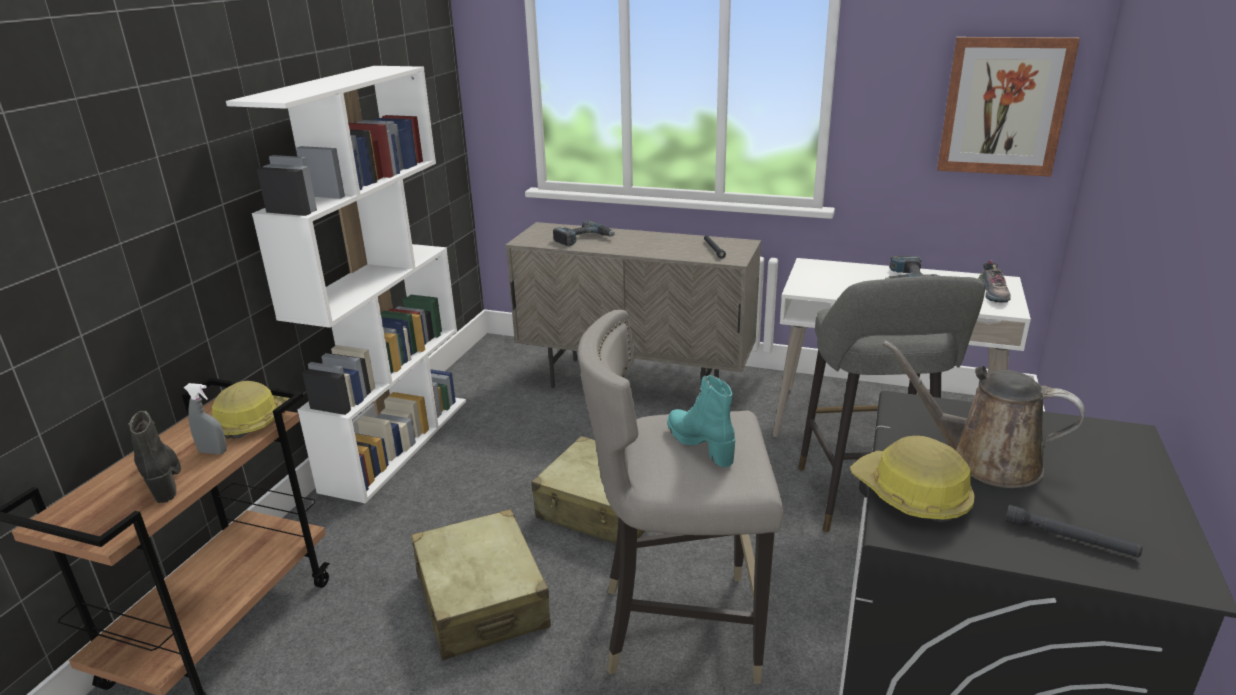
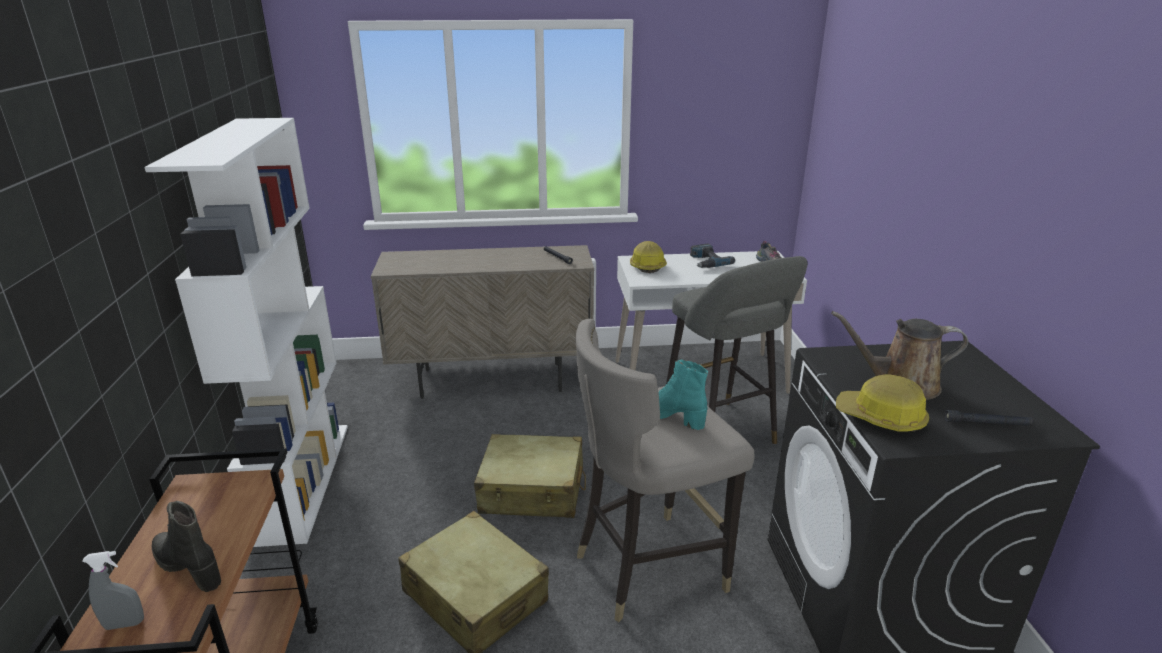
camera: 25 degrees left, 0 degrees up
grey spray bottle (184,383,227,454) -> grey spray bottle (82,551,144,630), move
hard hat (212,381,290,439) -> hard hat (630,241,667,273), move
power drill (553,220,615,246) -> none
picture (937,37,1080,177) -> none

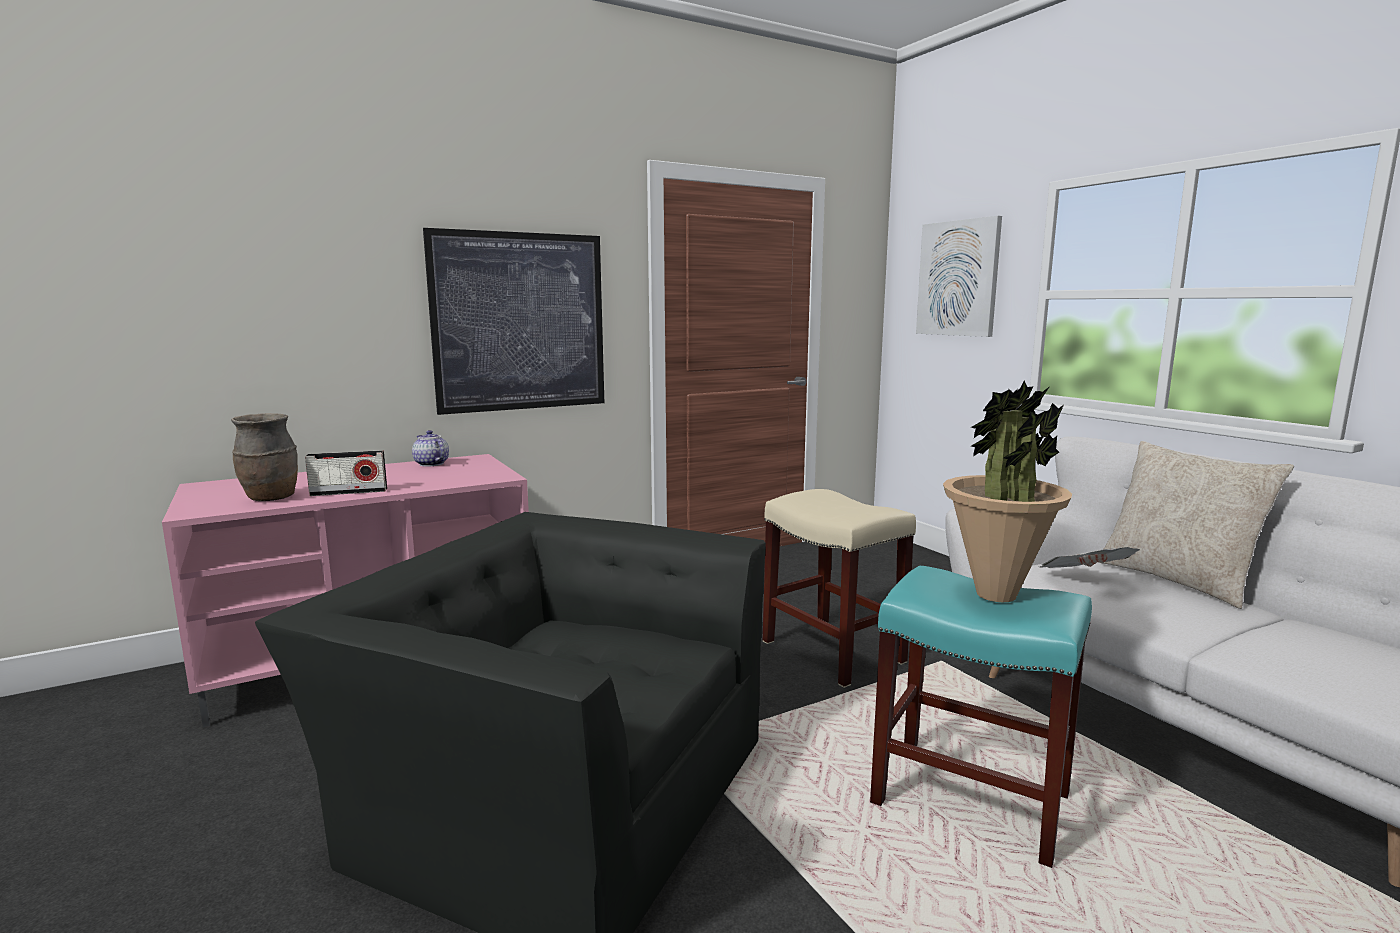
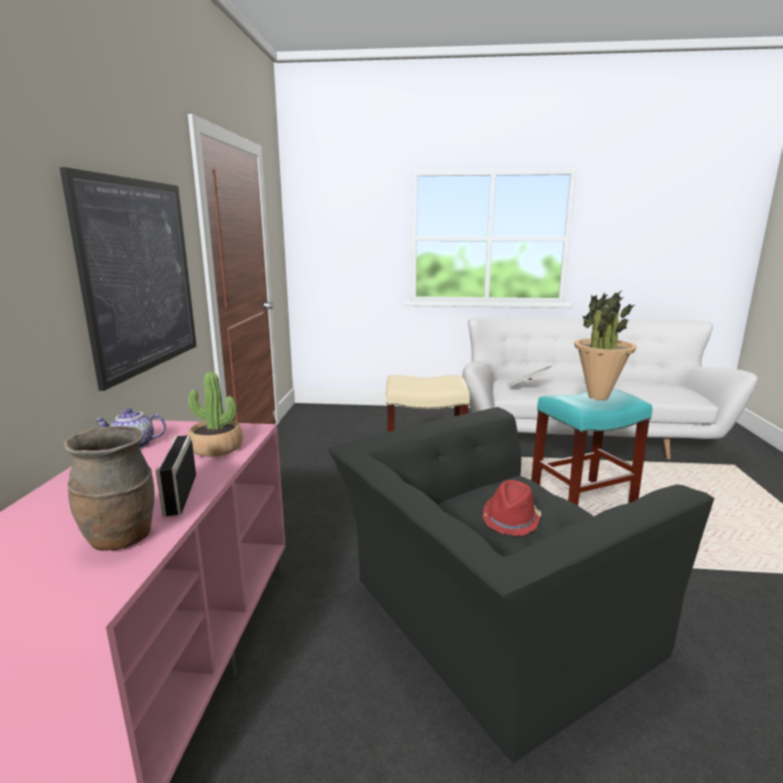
camera: 55 degrees left, 5 degrees up
radio (305,450,387,496) -> radio (156,435,196,516), 150 degrees clockwise
picture (916,216,1002,337) -> none
beige pillow (1099,441,1294,609) -> none
none -> potted plant (188,372,243,457)
none -> red hat (482,480,542,536)

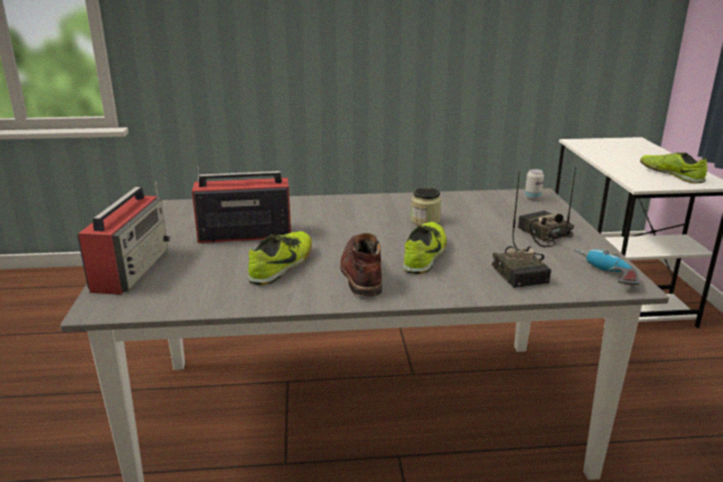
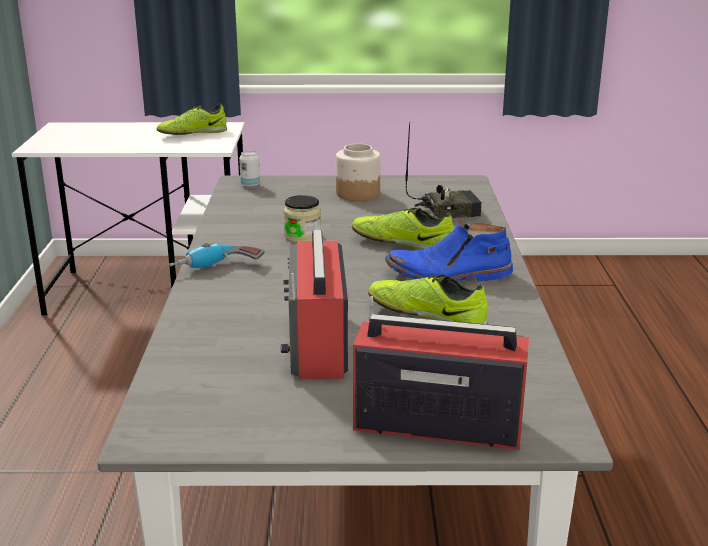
camera: 85 degrees left, 0 degrees up
brown boot (340,233,382,296) -> blue boot (385,221,513,281)
radio (518,167,576,247) -> jar (336,144,381,201)
power drill (573,249,640,285) -> power drill (169,242,265,268), move

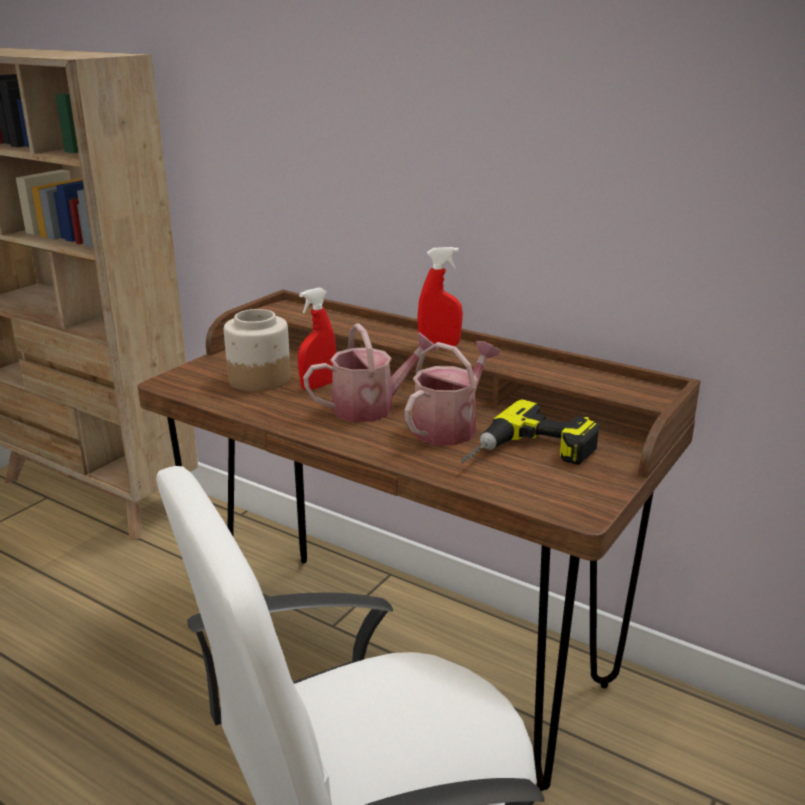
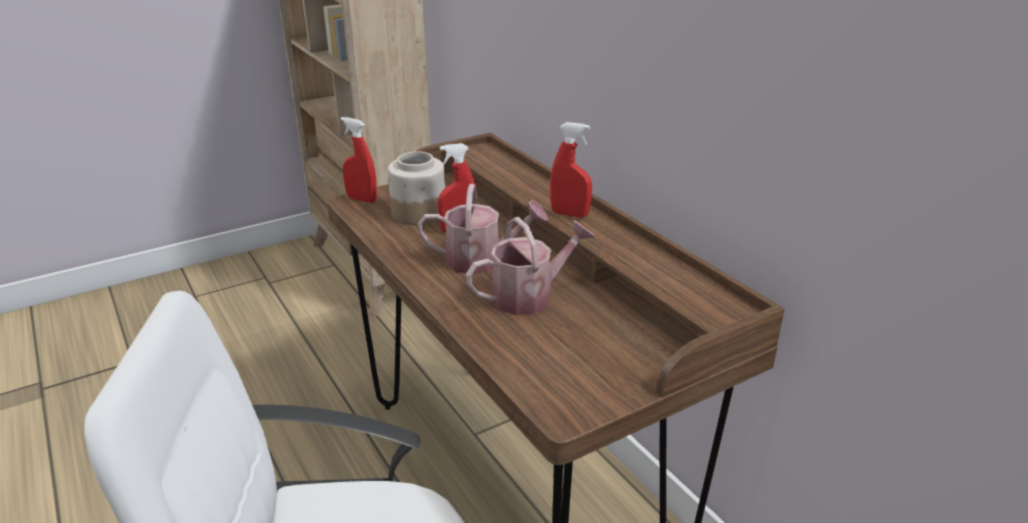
camera: 25 degrees right, 5 degrees up
power drill (460,399,599,465) -> none
none -> red spray bottle (341,117,377,203)

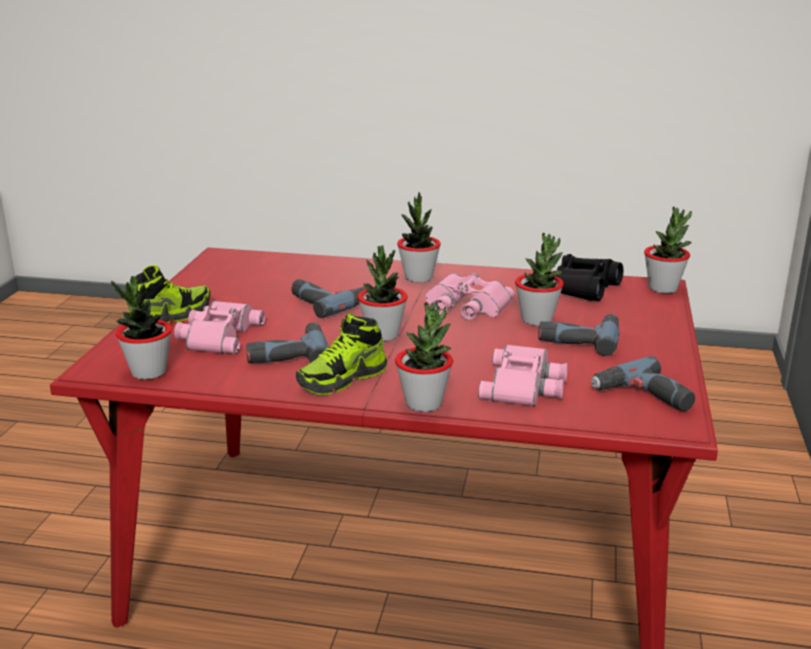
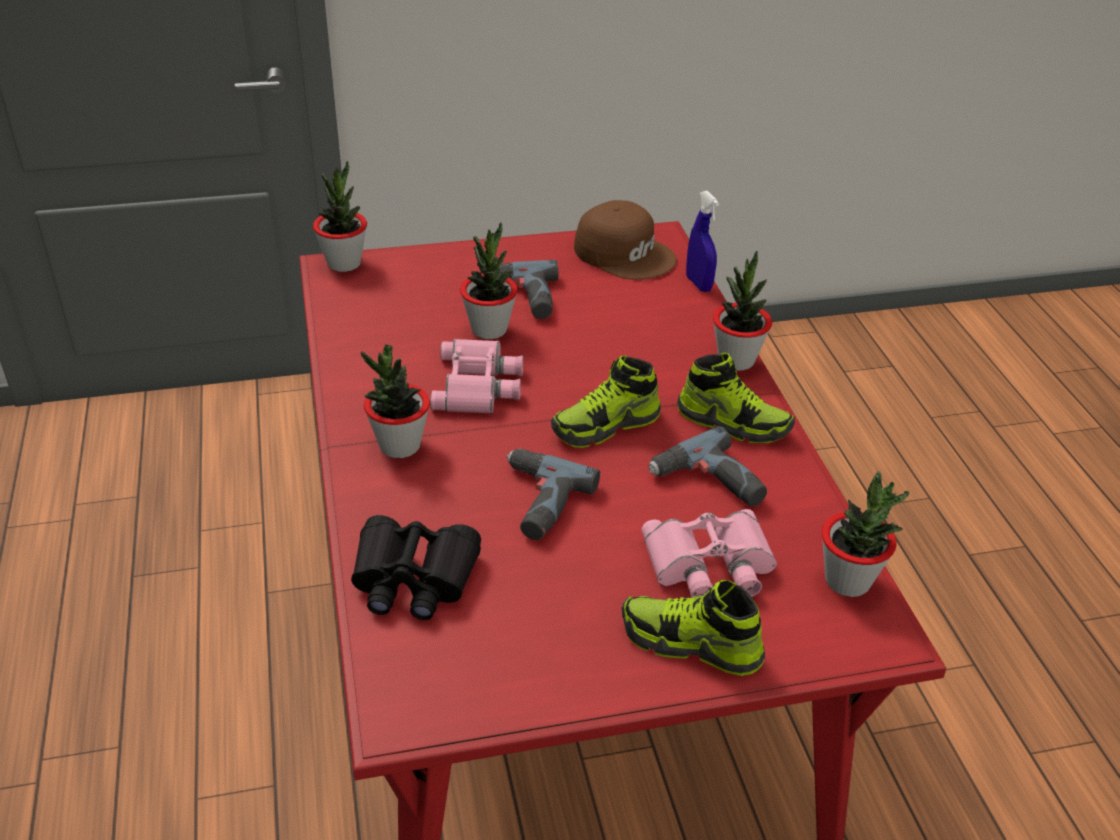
camera: 115 degrees left, 15 degrees up
potted plant (358,245,408,341) -> shoe (551,355,661,448)
pink binoculars (478,344,568,407) -> none
black binoculars (557,254,623,301) -> black binoculars (351,515,481,620), move
power drill (591,356,695,411) -> brown cap (574,200,677,280)
none -> blue spray bottle (686,191,719,292)

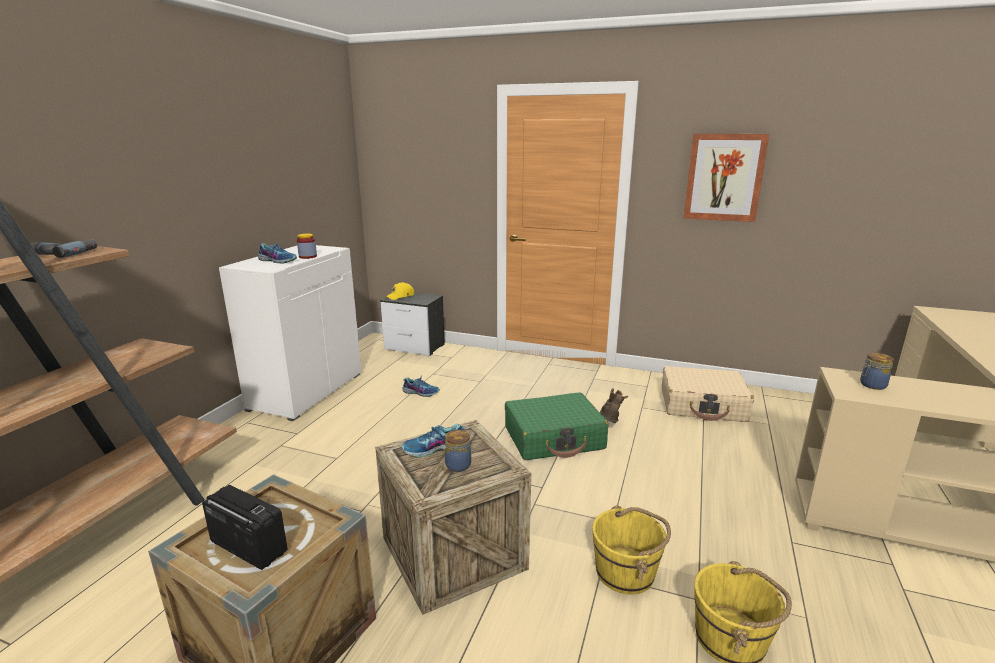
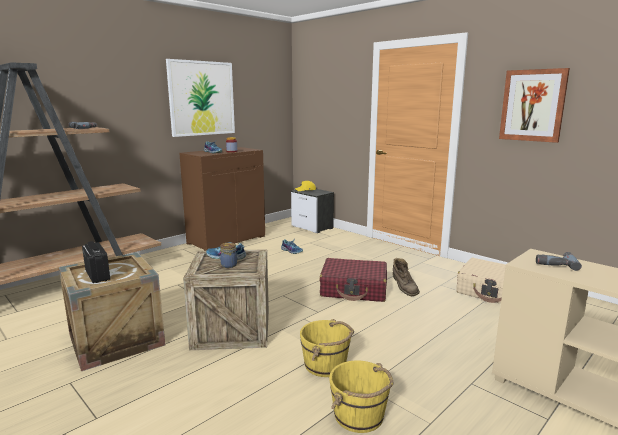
camera: 25 degrees right, 5 degrees down
white cabinet (219,245,361,421) -> brown cabinet (179,147,265,251)
green suitcase (505,392,608,460) -> red suitcase (319,258,387,302)
brown boot (600,388,628,423) -> brown boot (393,258,420,296), 120 degrees clockwise
jar (860,353,894,390) -> power drill (536,252,582,271)
none -> picture (166,59,235,137)

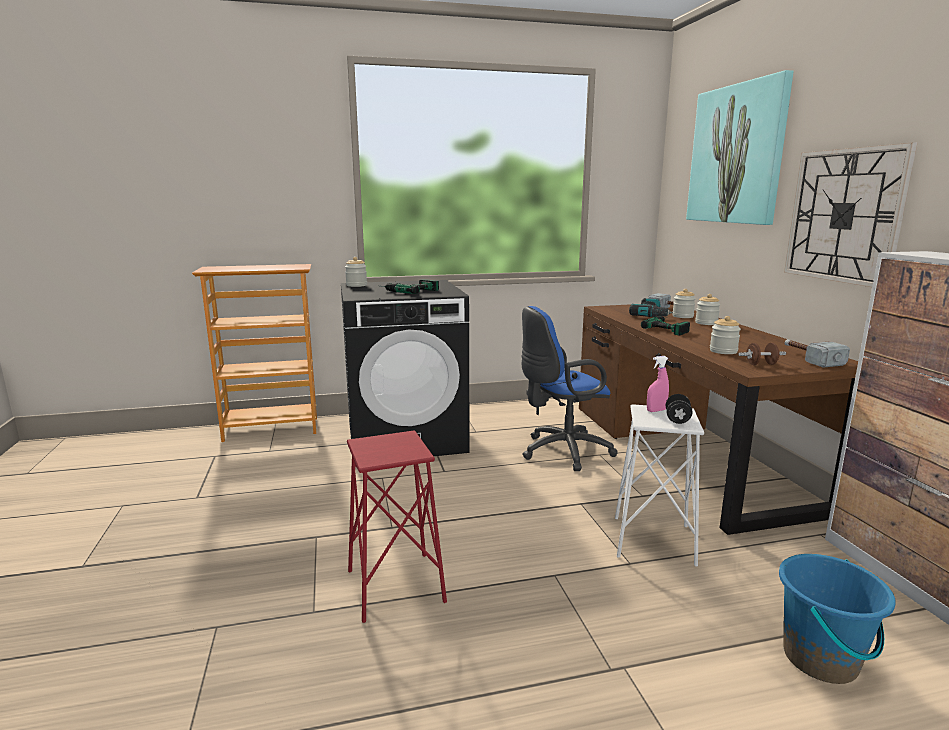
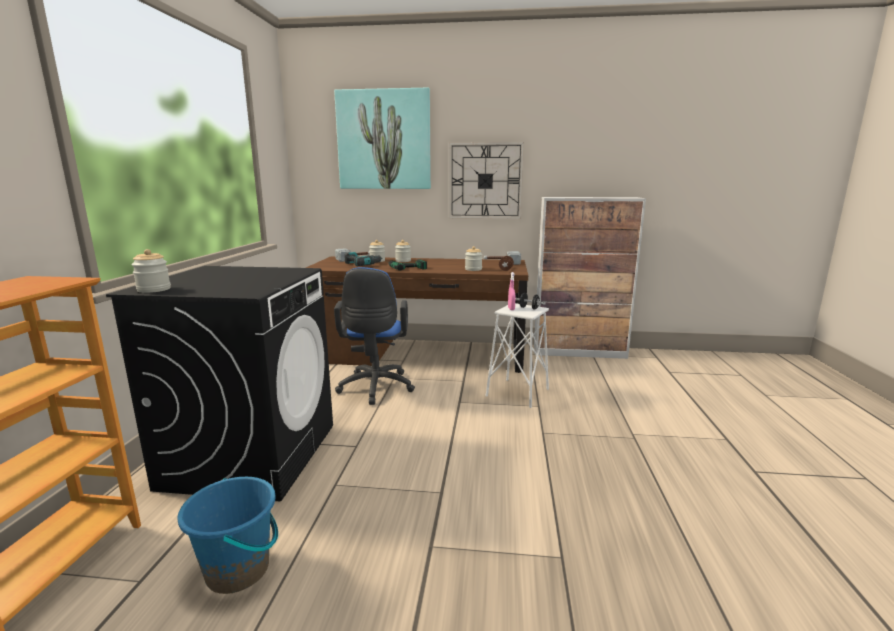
camera: 70 degrees left, 0 degrees up
red stool (347,430,447,623) -> none
power drill (382,279,439,294) -> none
blue bucket (779,554,896,684) -> blue bucket (177,477,278,594), move

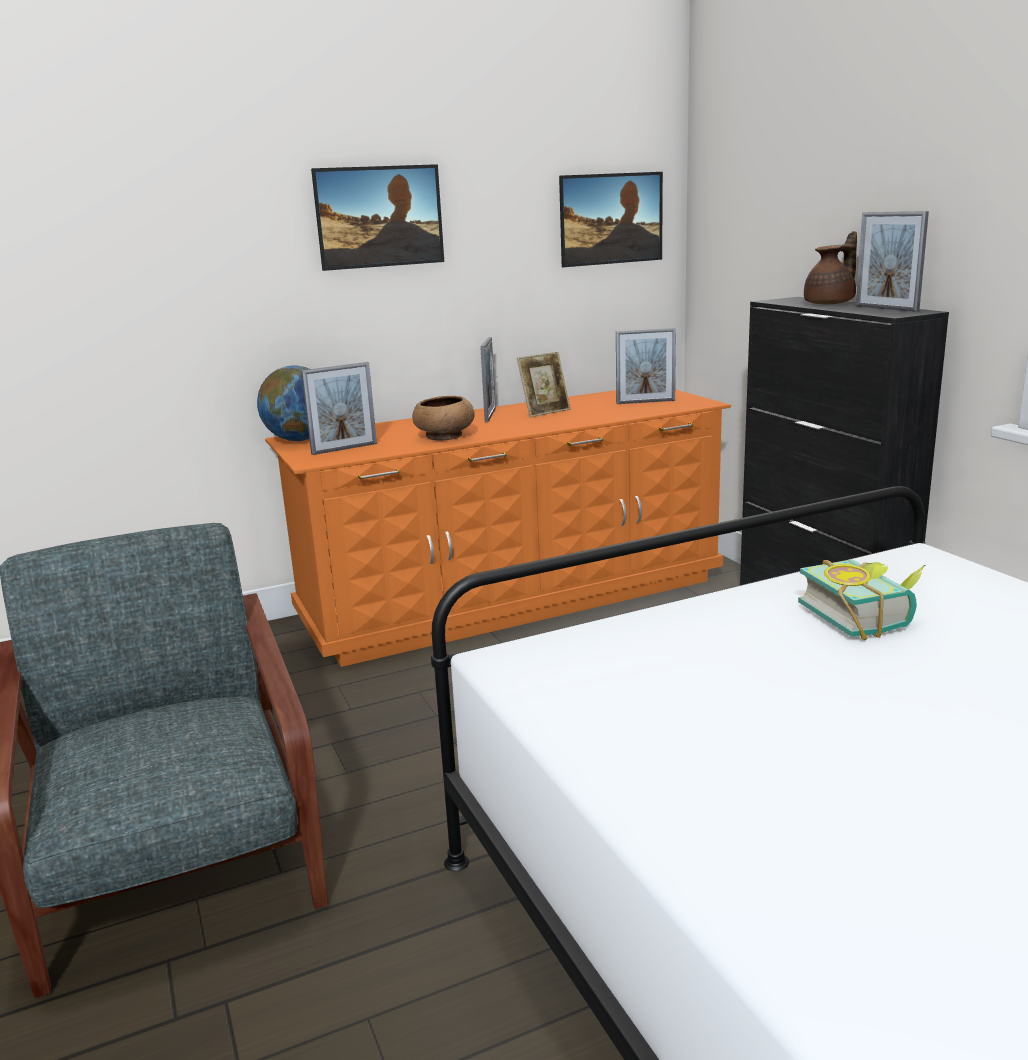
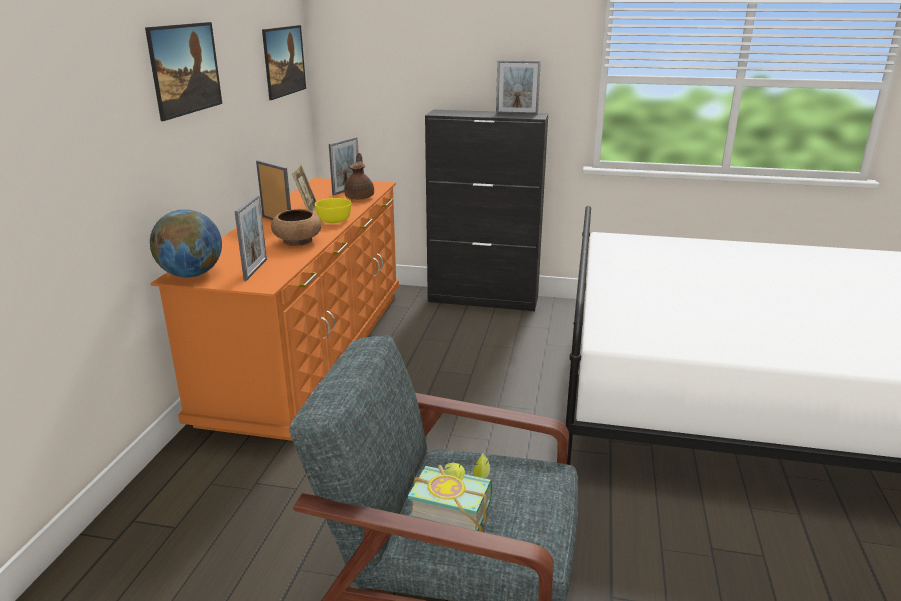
camera: 55 degrees left, 5 degrees up
book (798,559,925,640) -> book (408,453,492,532), move
brown teapot (804,231,857,304) -> brown teapot (344,153,374,200), move
none -> yellow bowl (315,198,351,223)

